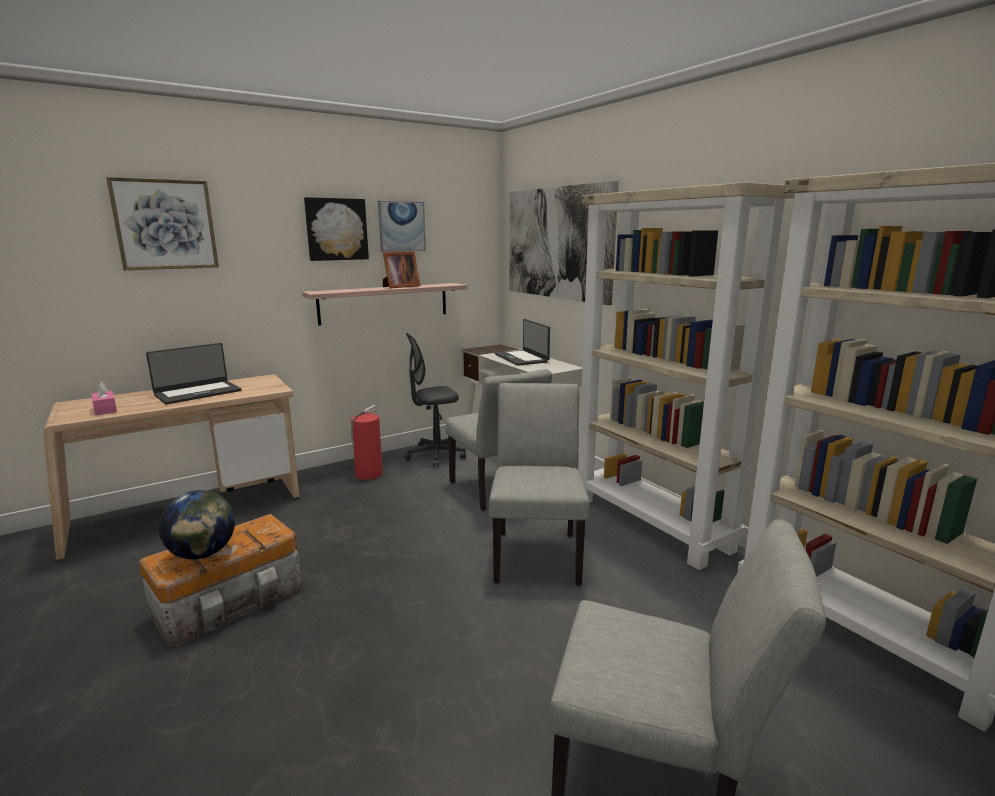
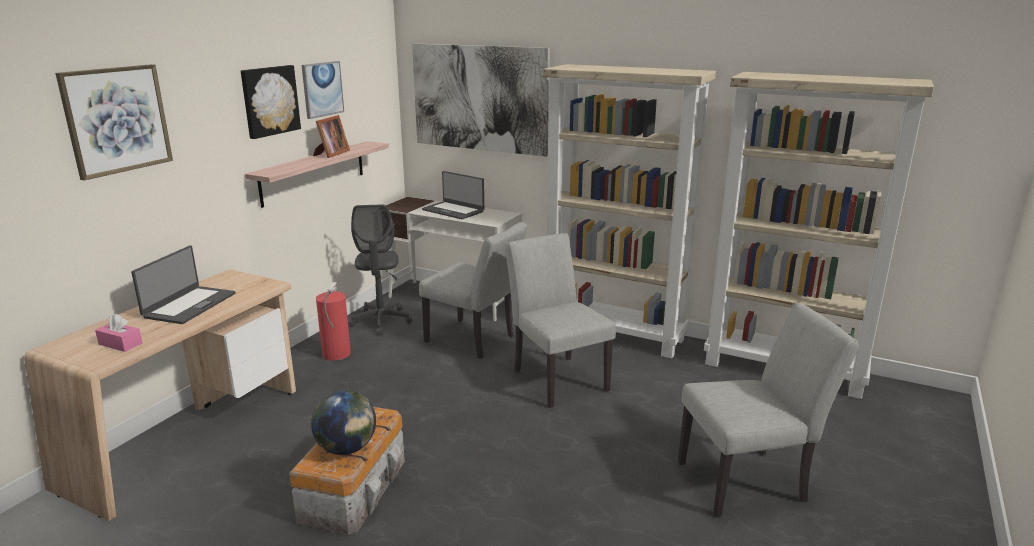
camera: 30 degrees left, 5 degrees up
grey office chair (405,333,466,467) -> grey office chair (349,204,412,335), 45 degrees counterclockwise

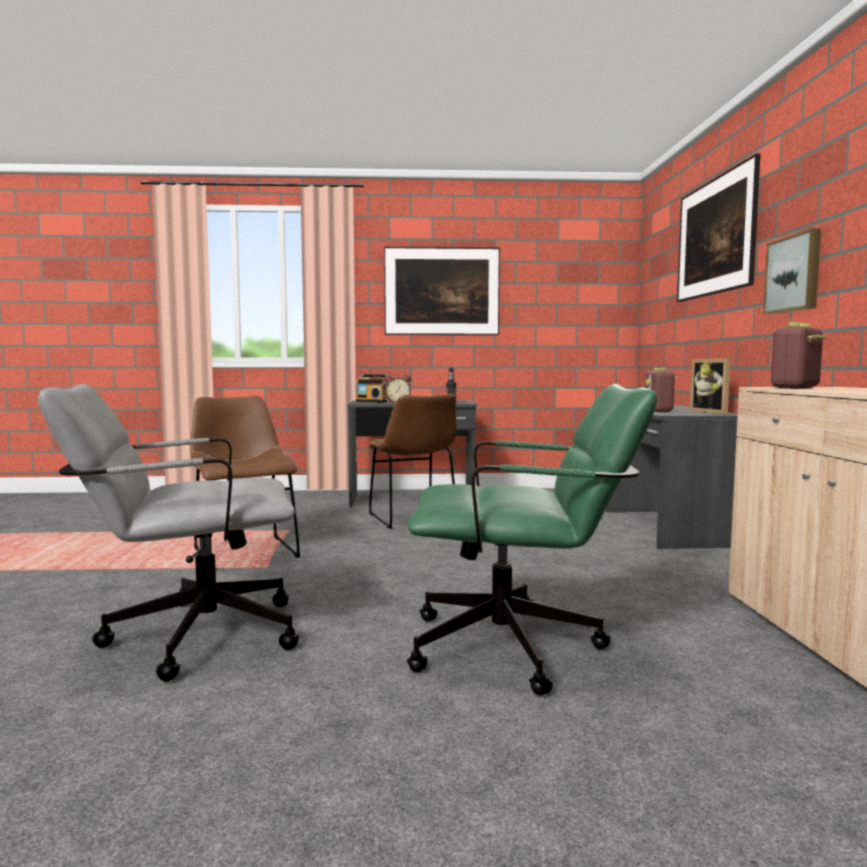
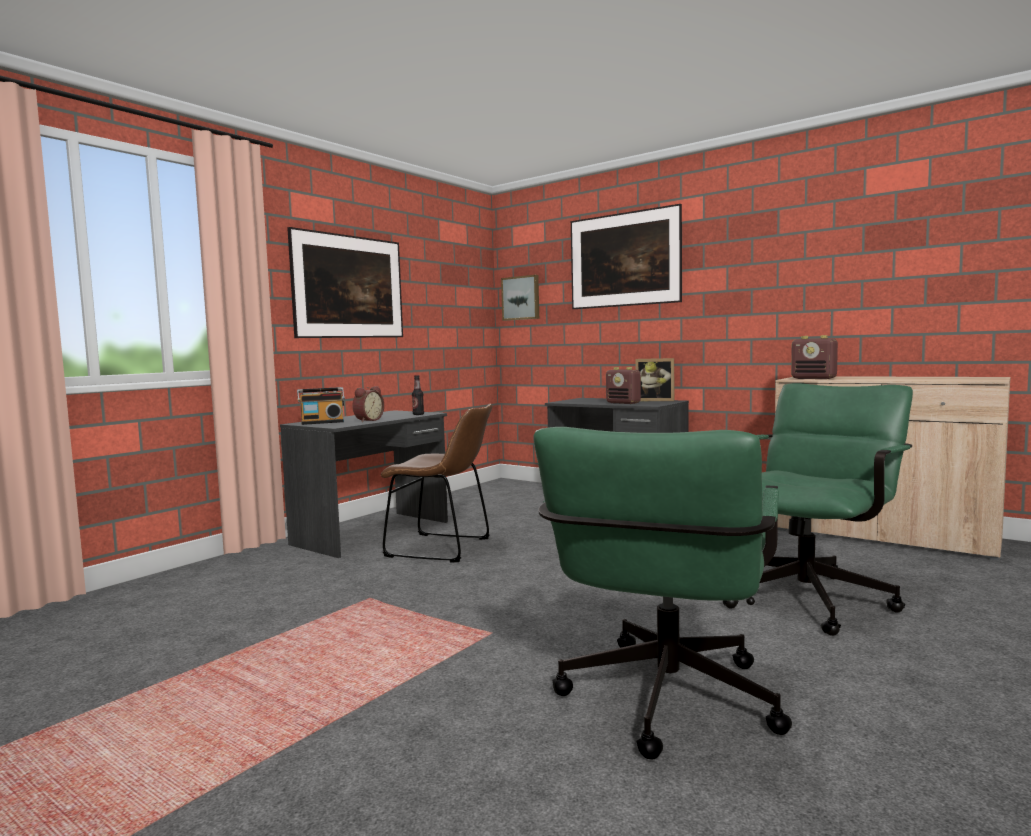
camera: 50 degrees left, 0 degrees up
grey office chair (38,384,299,681) -> green office chair (534,427,792,760)
brown chair (190,396,300,558) -> none
picture (763,228,821,315) -> picture (501,275,539,321), move
radio (771,322,826,389) -> radio (791,335,838,379), 45 degrees counterclockwise

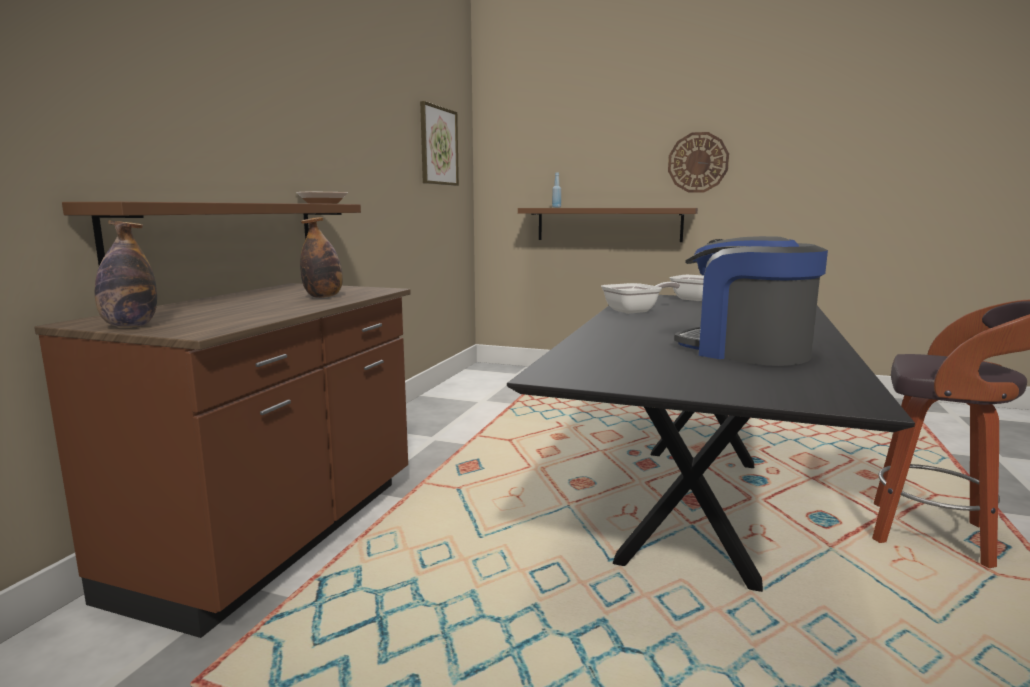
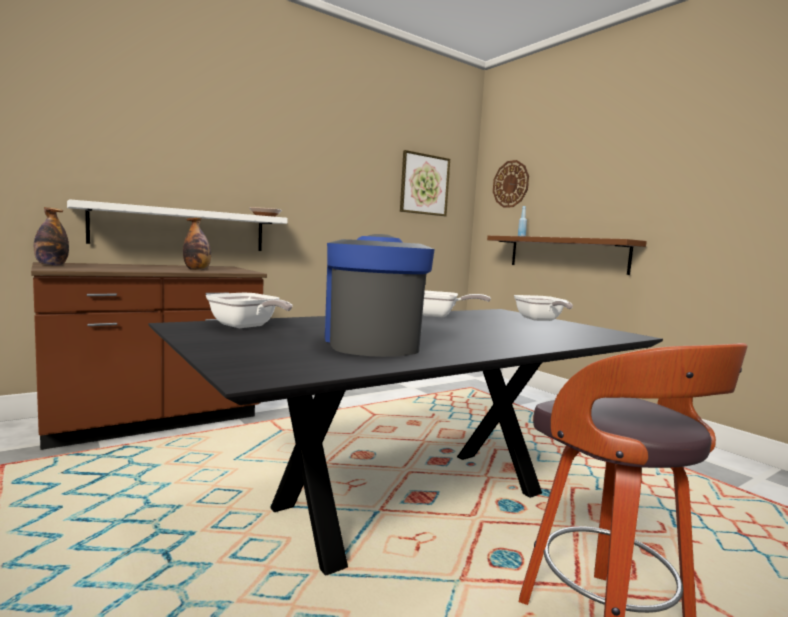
camera: 35 degrees right, 5 degrees down
brown shelf (62,202,361,265) -> white shelf (67,199,287,251)
wall clock (668,132,729,193) -> wall clock (493,160,529,208), move
none -> frying pan (206,293,293,328)

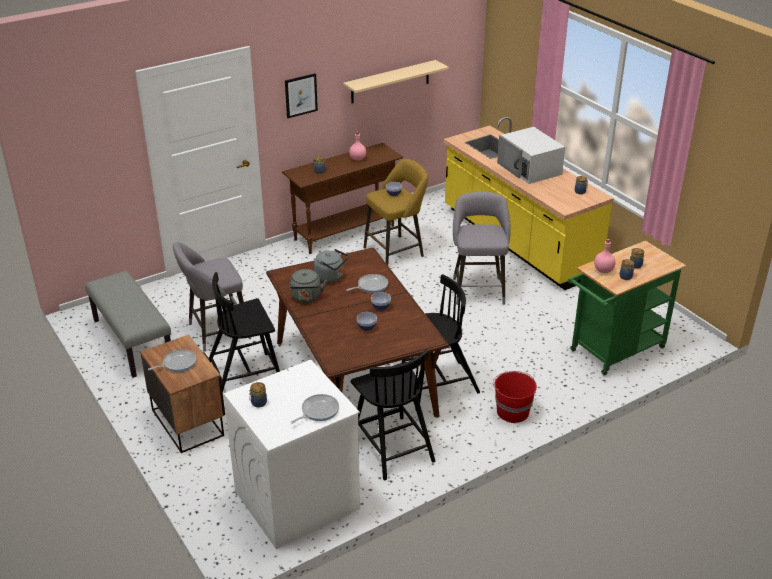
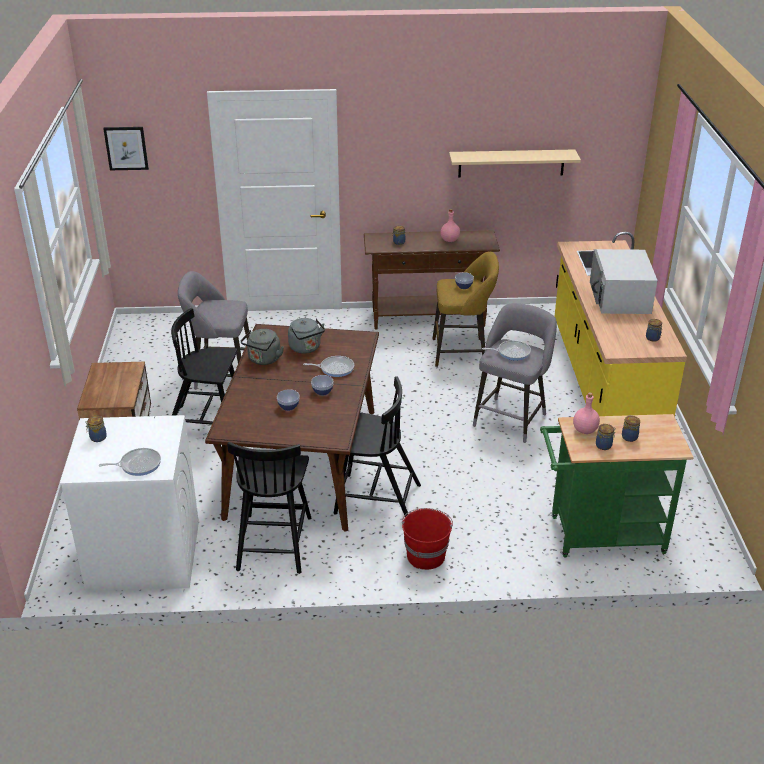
camera: 30 degrees right, 0 degrees up
grey bench (85,271,171,378) -> none
frying pan (148,349,196,372) -> frying pan (482,340,531,361), move
picture (285,73,318,118) -> picture (103,127,149,170), move

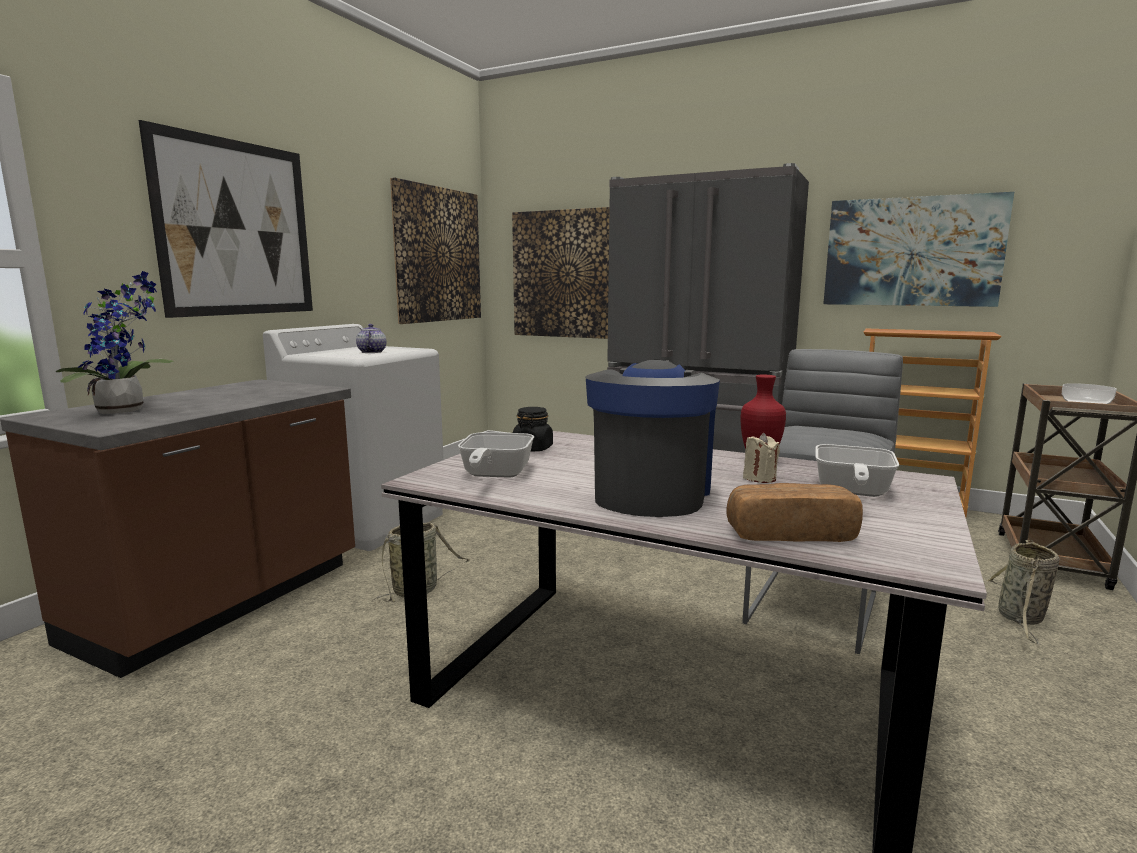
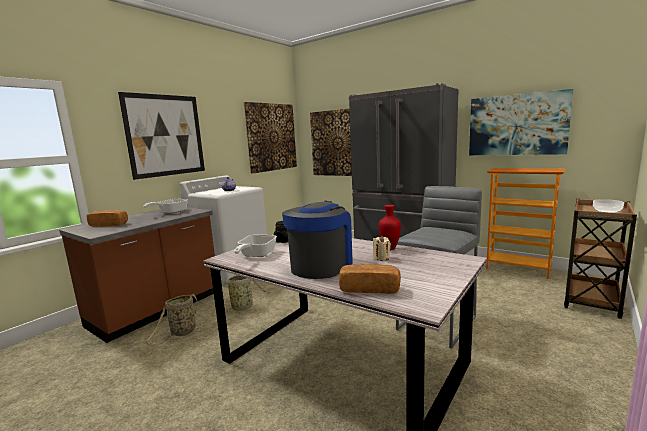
camera: 10 degrees right, 0 degrees up
potted plant (56,271,174,414) -> bread (86,210,128,226)
frying pan (815,444,899,497) -> frying pan (143,199,188,213), move
basket (986,540,1059,645) -> basket (145,293,206,347), move

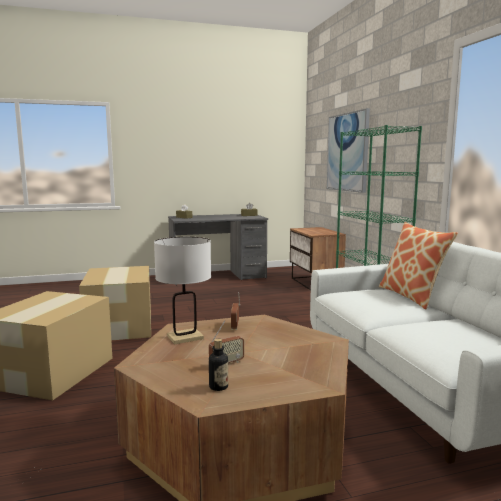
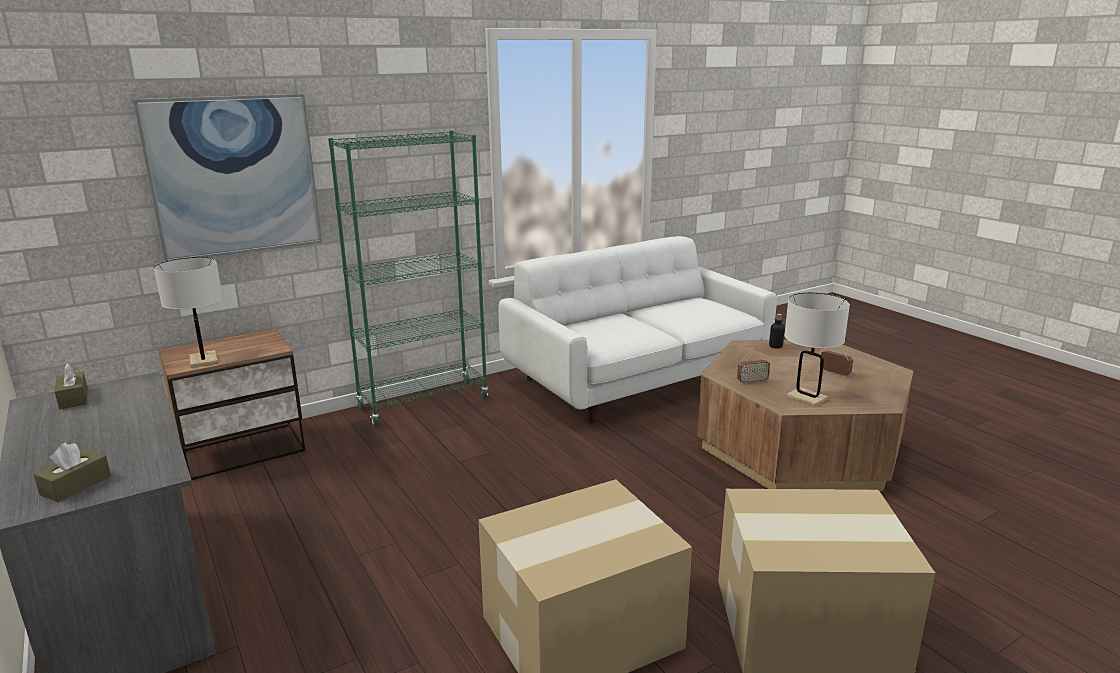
camera: 105 degrees left, 10 degrees up
bottle (209,339,228,391) -> bottle (769,314,785,349), move
pillow (379,222,458,309) -> none
none -> white table lamp (154,257,223,368)

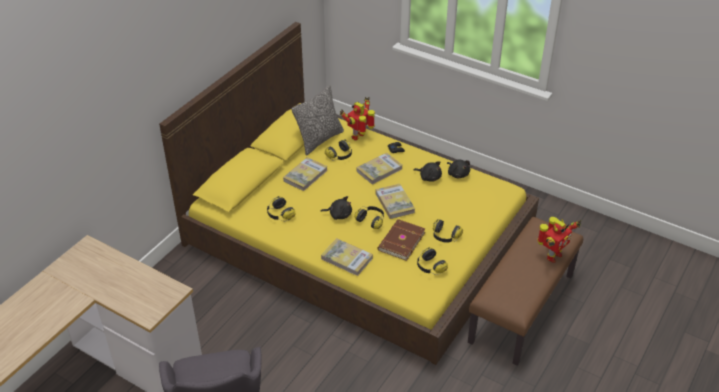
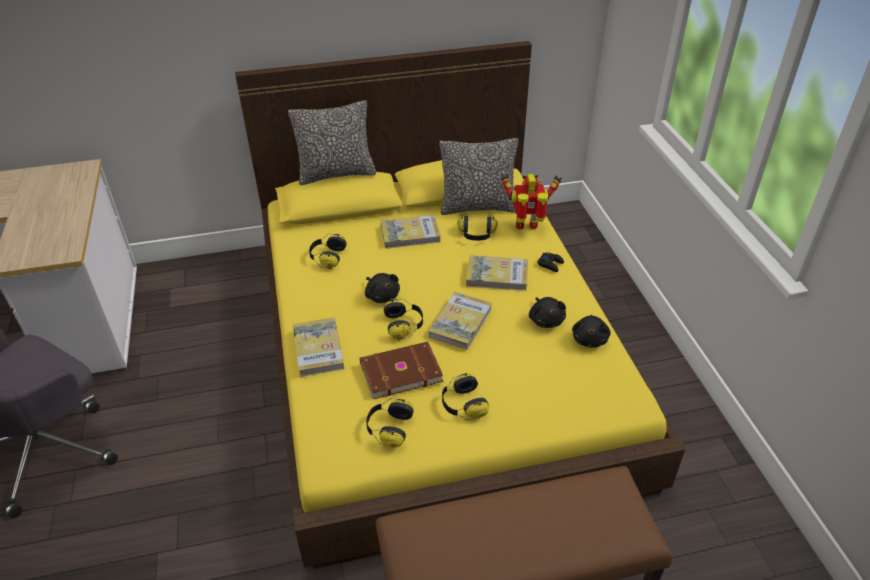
camera: 45 degrees right, 0 degrees up
toy robot (537,217,581,263) -> none
none -> pillow (288,100,376,185)

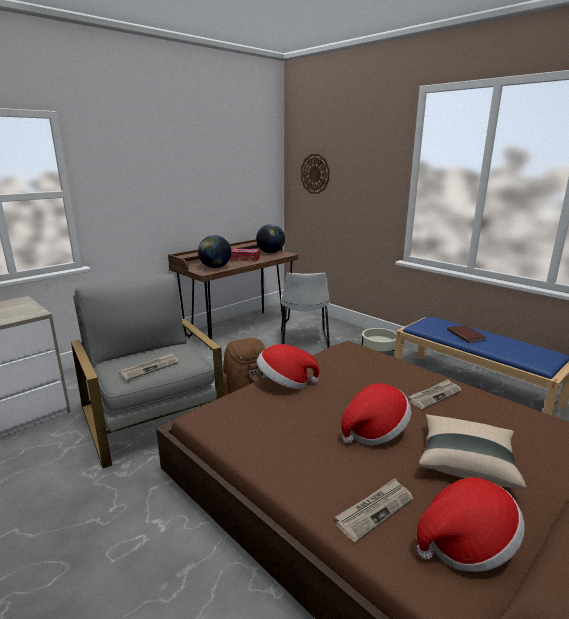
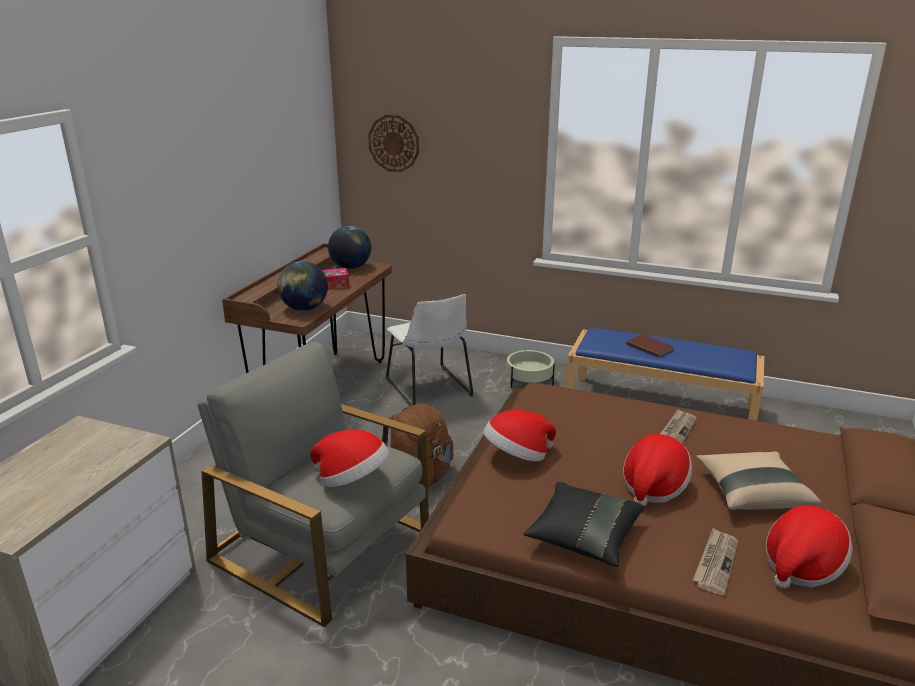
camera: 25 degrees left, 5 degrees up
newspaper (119,353,179,381) -> hat (310,430,389,487)
none -> black pillow (523,482,644,567)

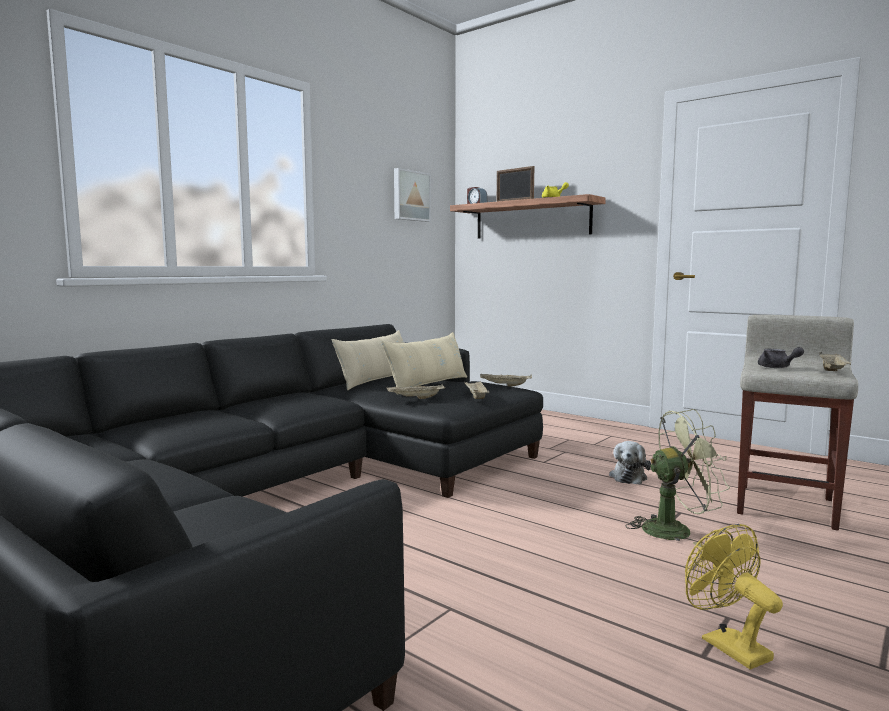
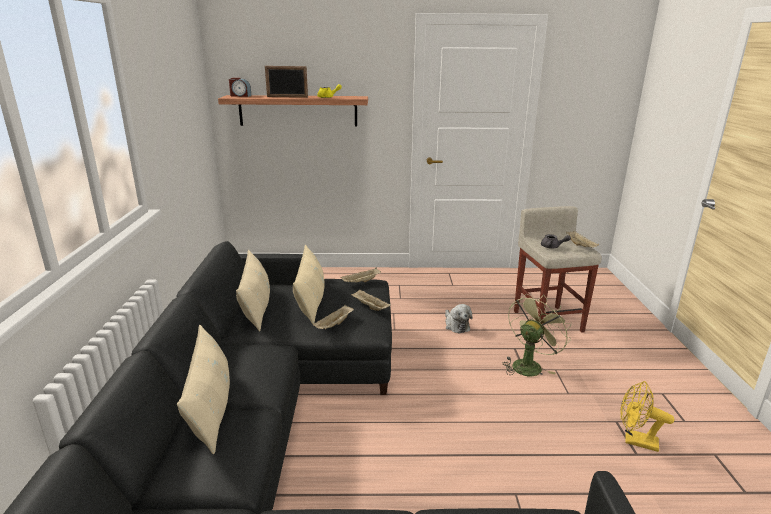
camera: 40 degrees left, 15 degrees up
picture (394,168,431,222) -> none
none -> beige pillow (177,325,230,454)

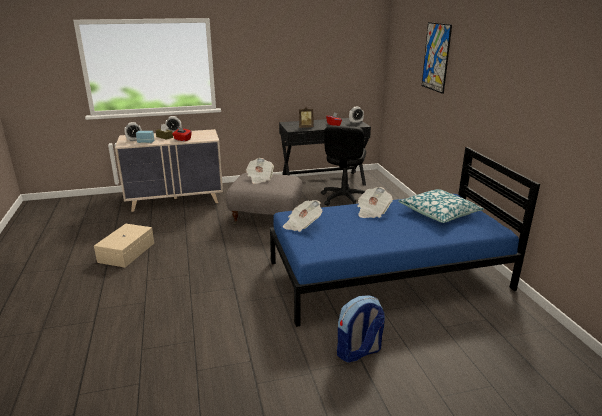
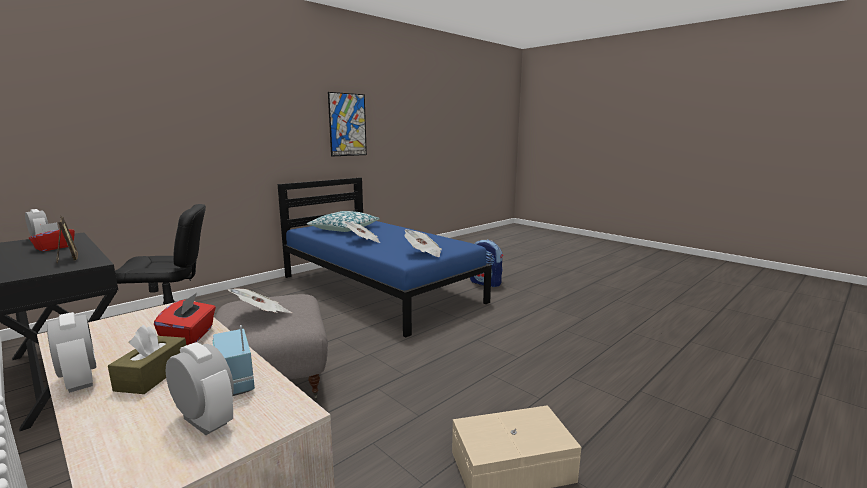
camera: 120 degrees left, 10 degrees down
picture (422,22,452,94) -> picture (328,92,367,156), move

